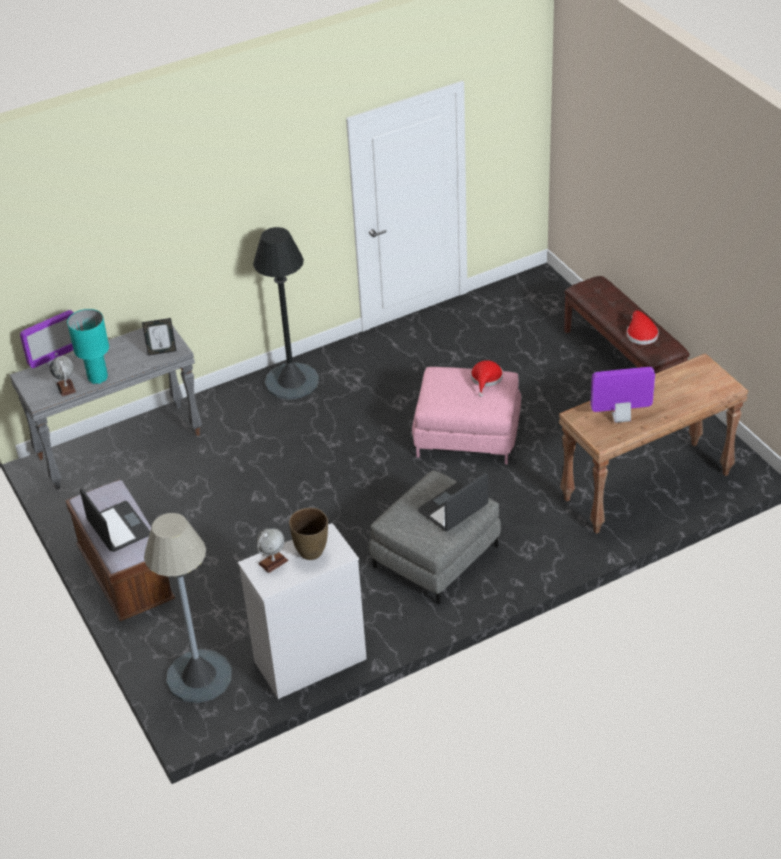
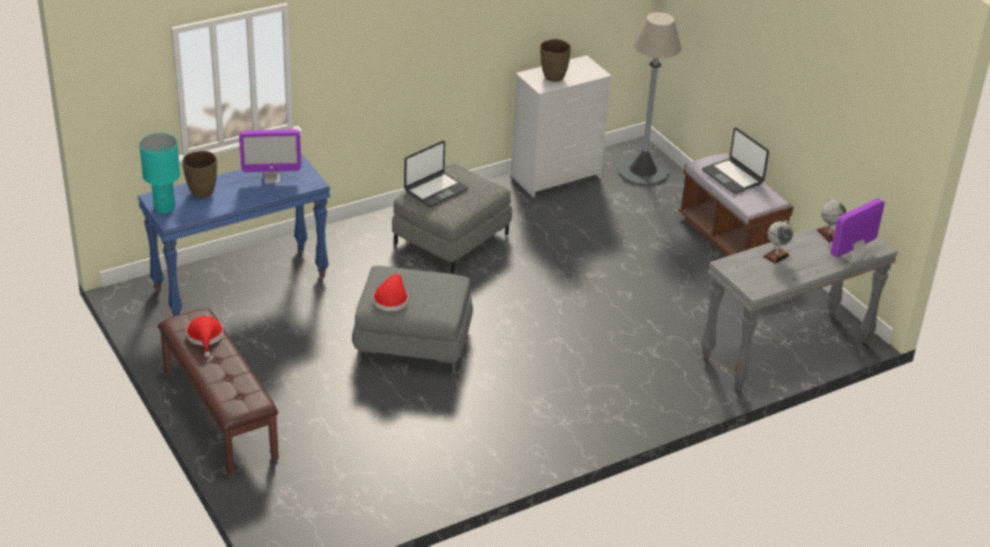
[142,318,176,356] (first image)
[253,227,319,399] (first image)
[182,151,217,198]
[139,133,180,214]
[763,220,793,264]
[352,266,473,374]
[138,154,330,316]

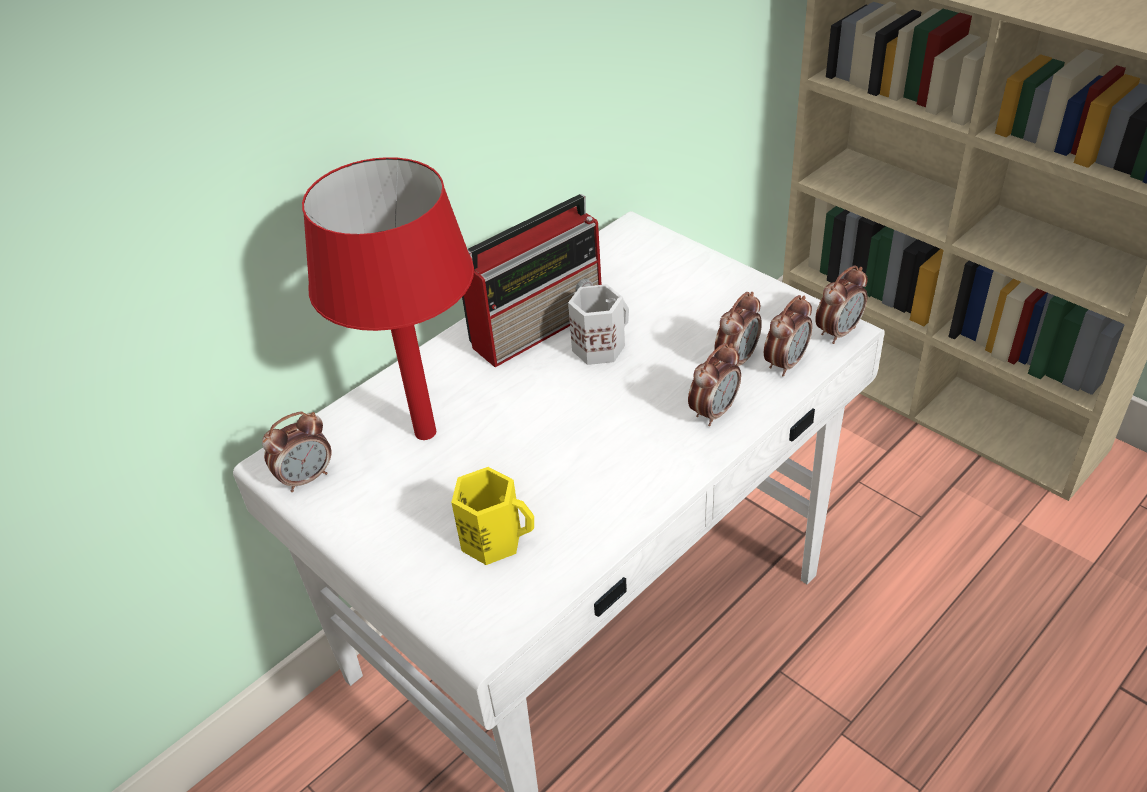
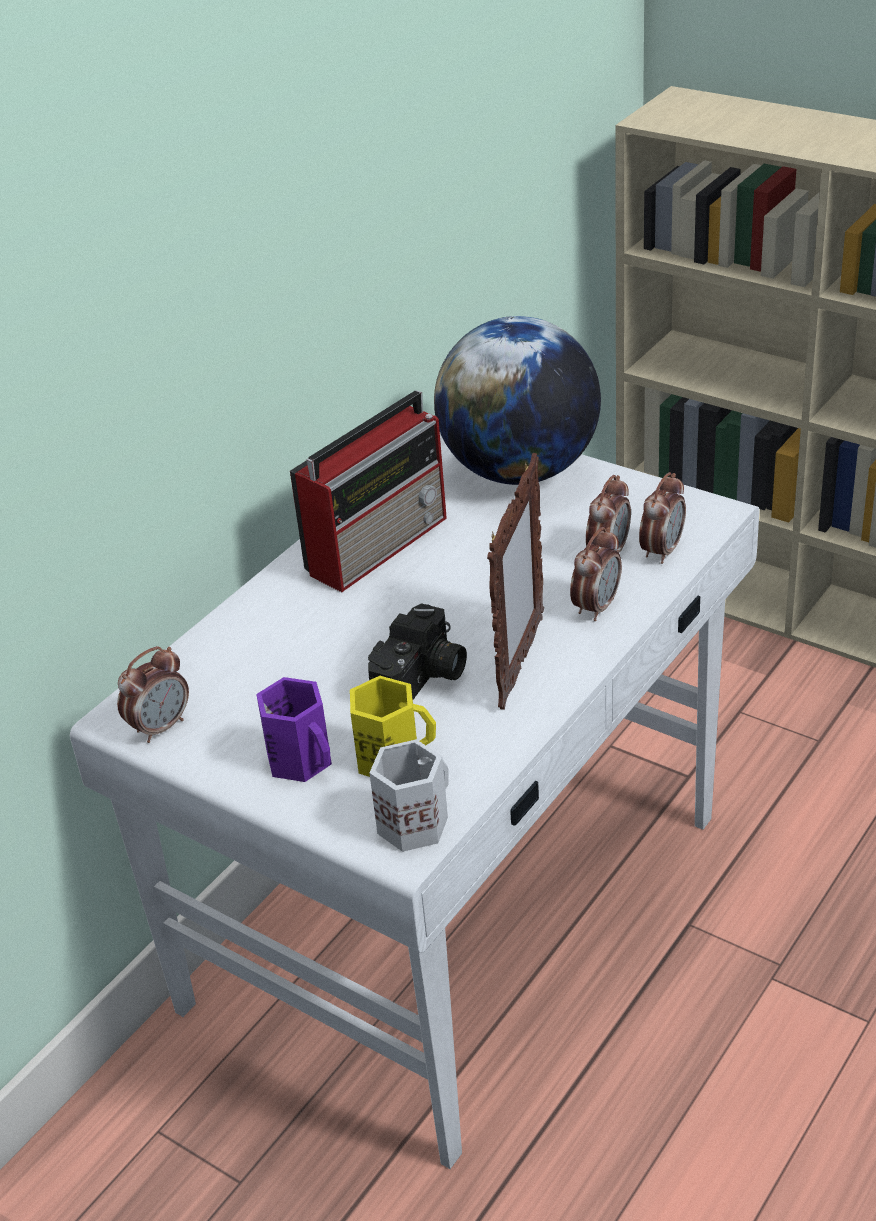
[302,157,474,440] (first image)
[815,265,868,344] (first image)
[256,677,332,782]
[368,603,467,699]
[434,316,601,485]
[487,453,544,710]
[369,739,449,852]

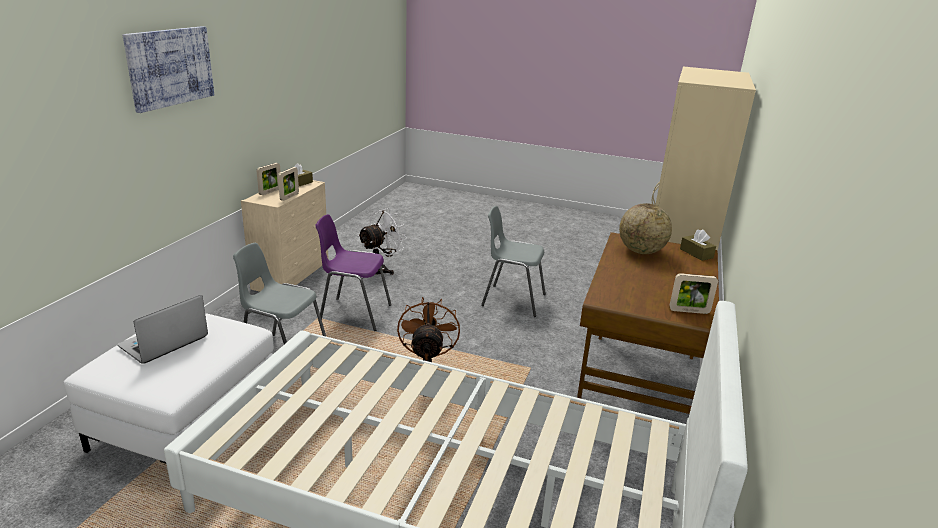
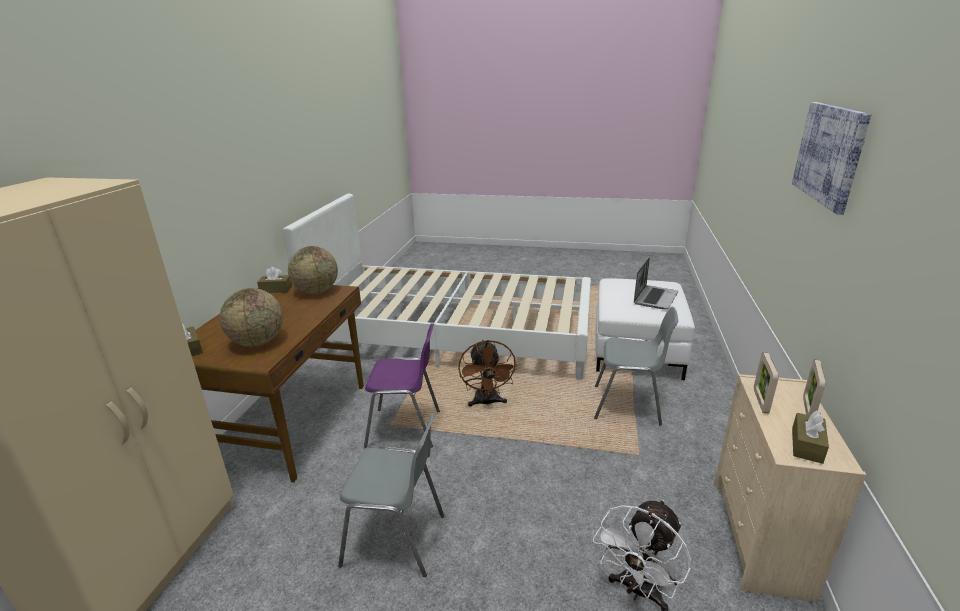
[288,246,338,294]
[364,323,440,448]
[257,267,292,293]

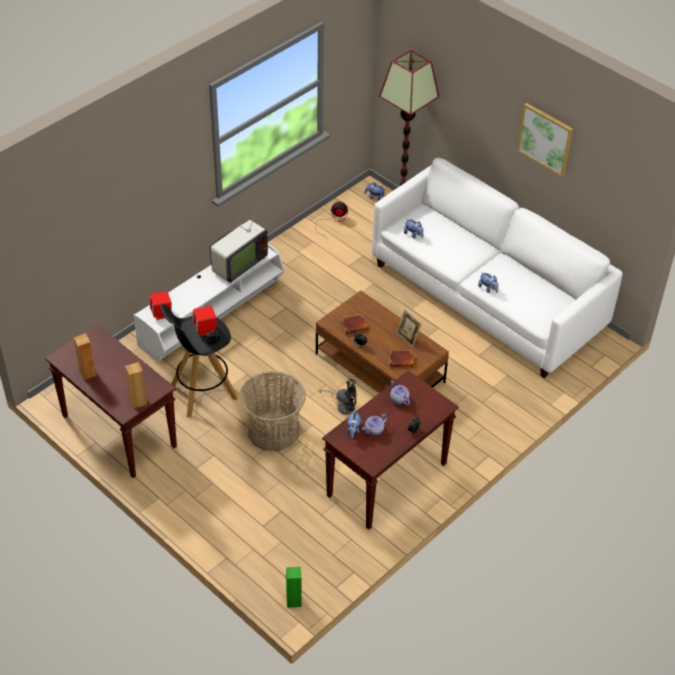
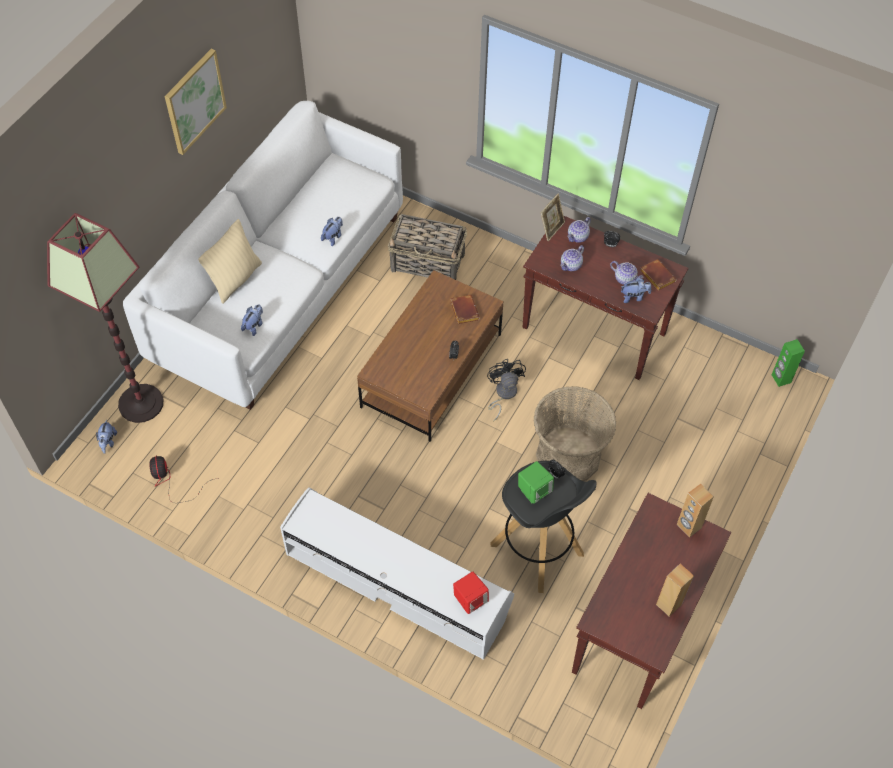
[210,201,268,283] (first image)
[198,219,262,304]
[388,214,467,280]
[568,217,591,243]
[640,259,677,291]
[541,194,565,241]
[518,461,554,504]

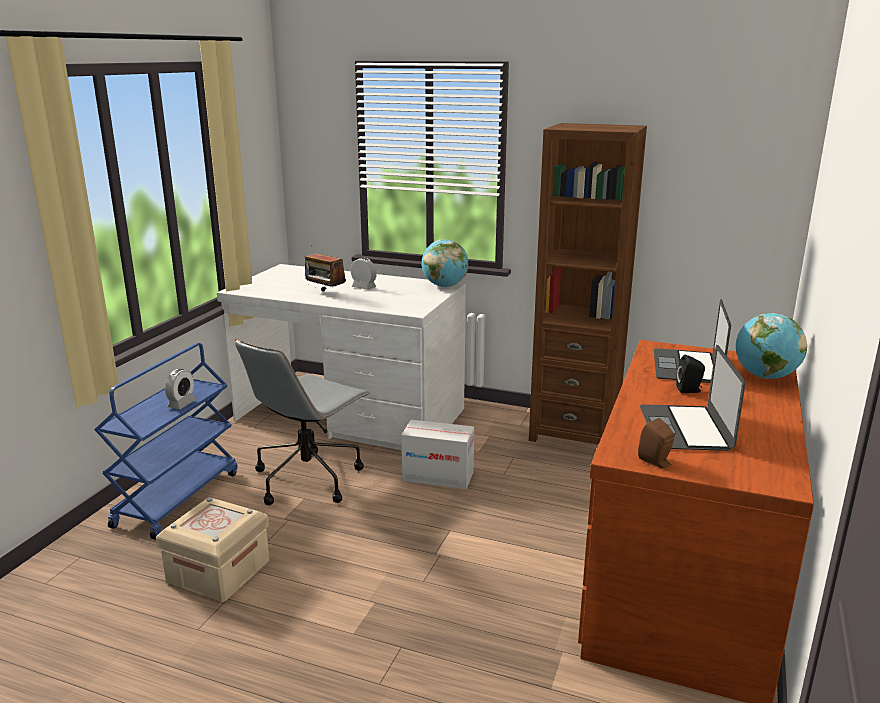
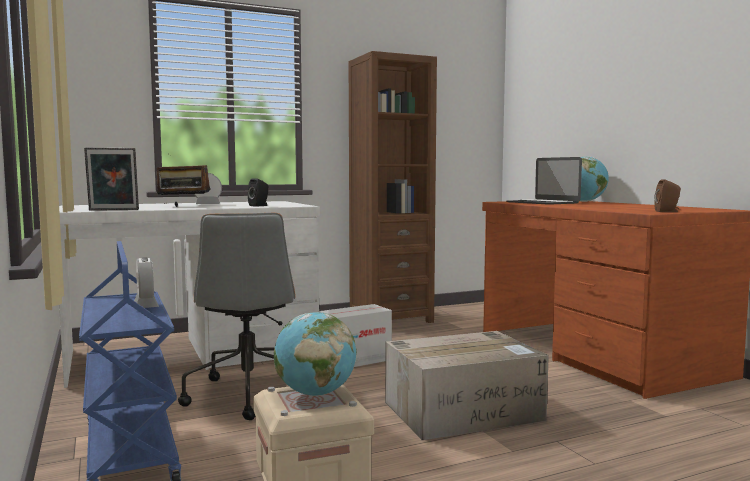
[640,345,745,451] (first image)
[84,148,139,211]
[385,331,549,440]
[274,312,357,396]
[248,179,268,207]

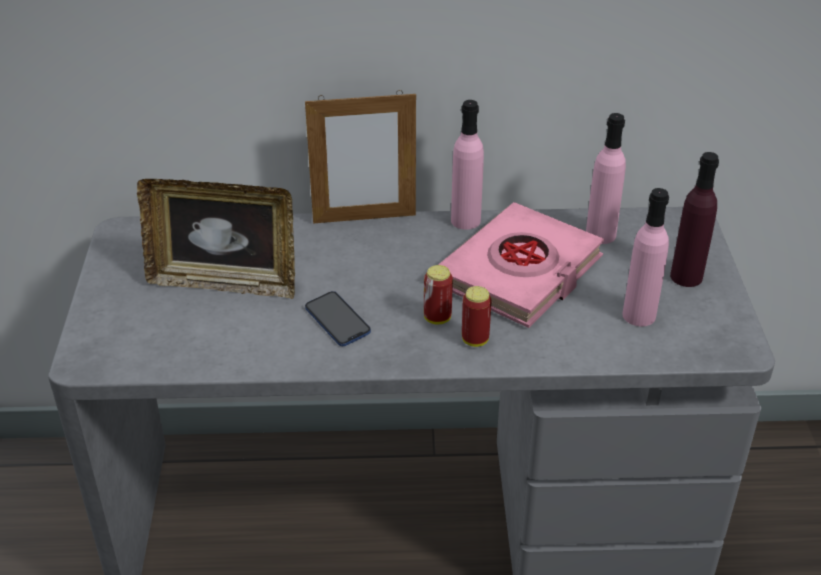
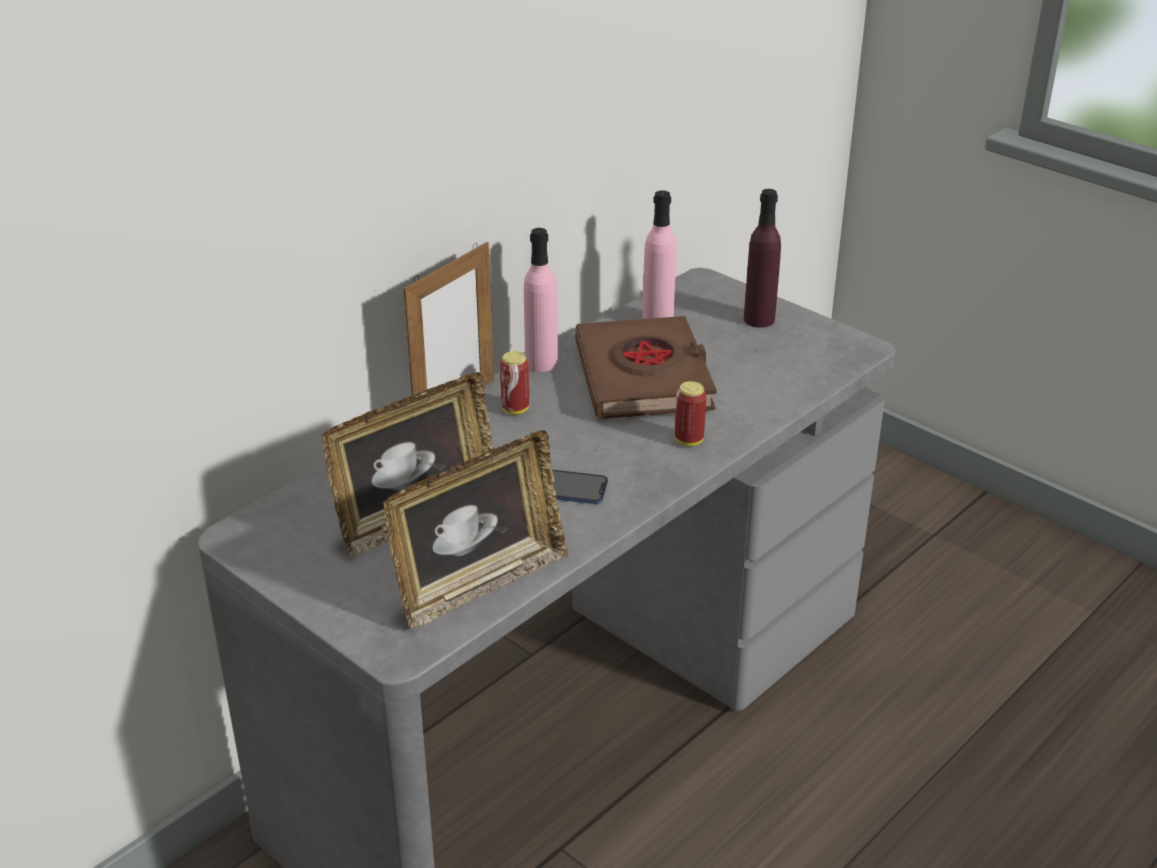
[622,188,669,326] (first image)
[383,430,569,629]
[500,351,529,415]
[575,316,717,419]

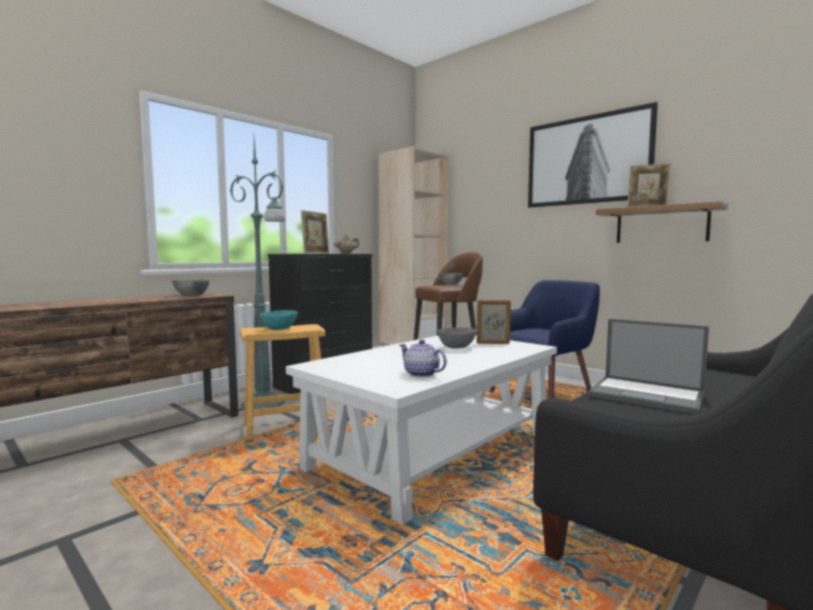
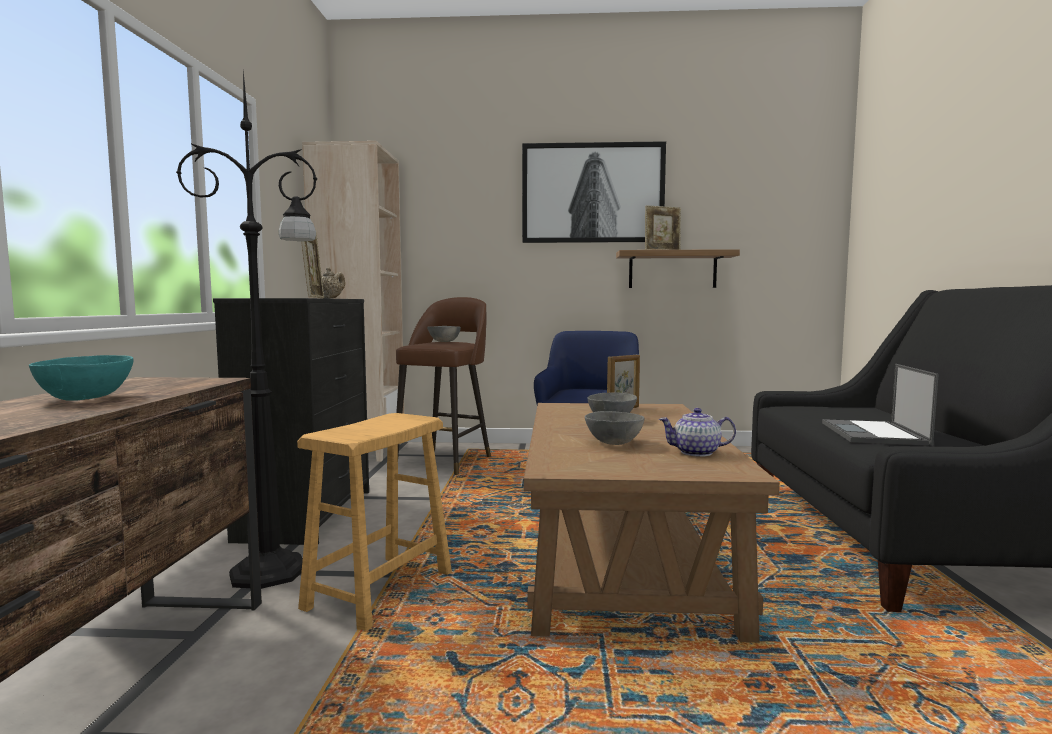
[585,411,645,445]
[29,355,134,401]
[176,70,317,589]
[524,403,780,643]
[822,364,939,446]

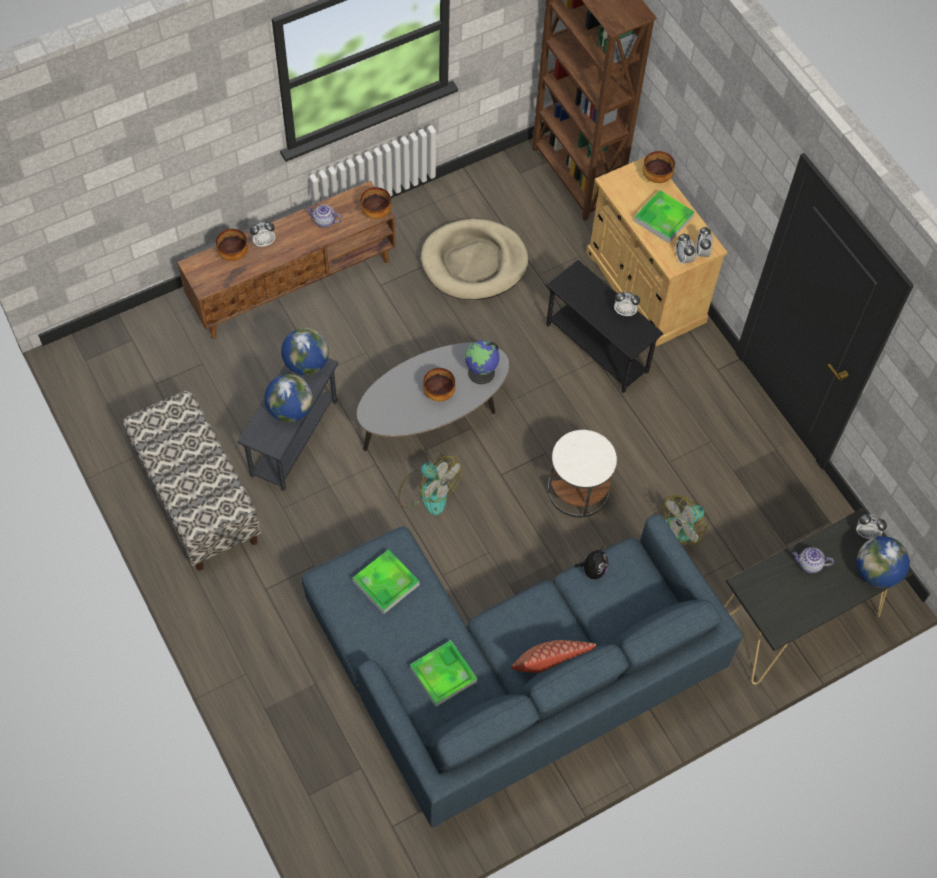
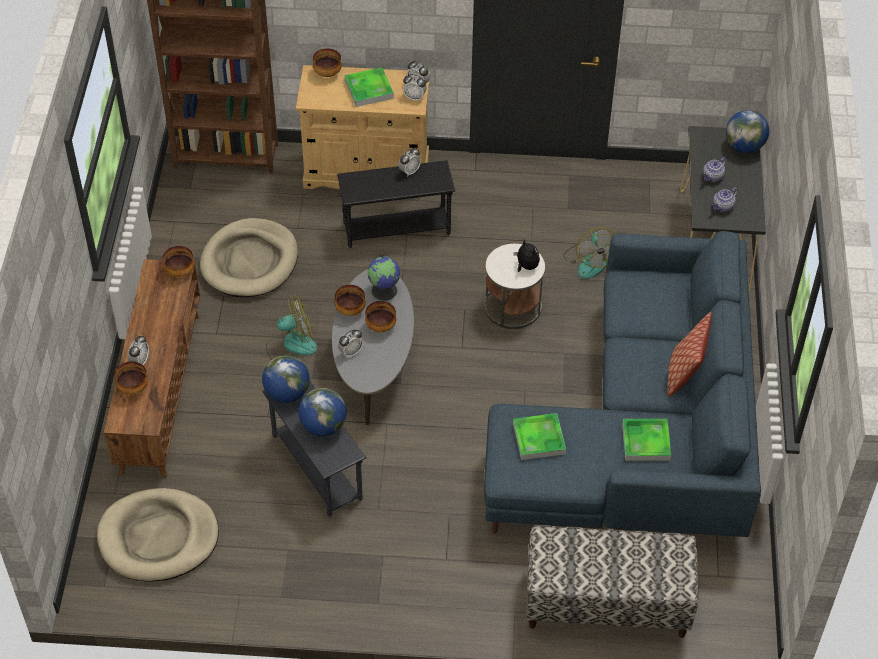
[97,488,219,581]
[335,285,366,316]
[527,526,698,638]
[712,187,738,212]
[266,295,317,360]
[514,239,540,272]
[338,330,363,358]

